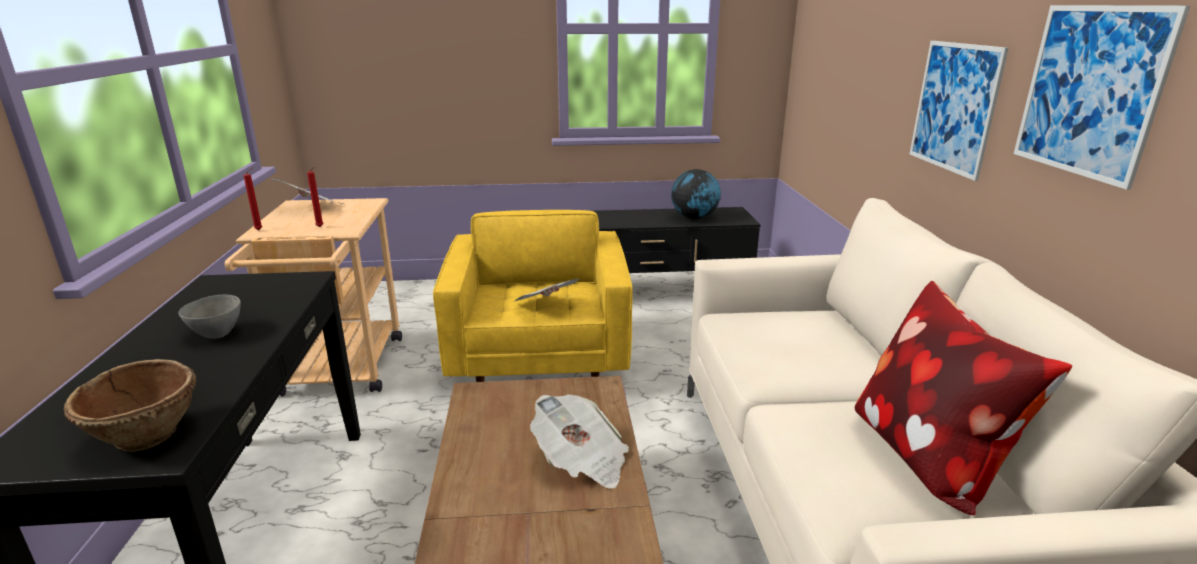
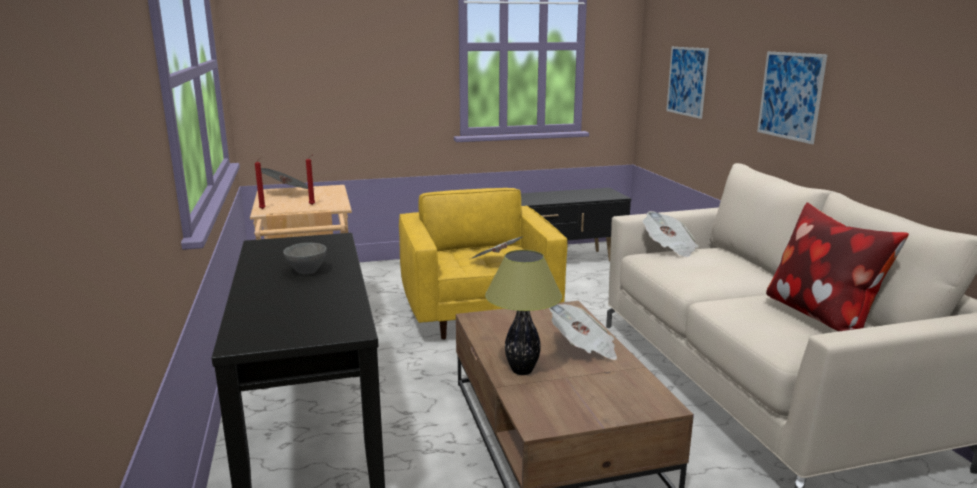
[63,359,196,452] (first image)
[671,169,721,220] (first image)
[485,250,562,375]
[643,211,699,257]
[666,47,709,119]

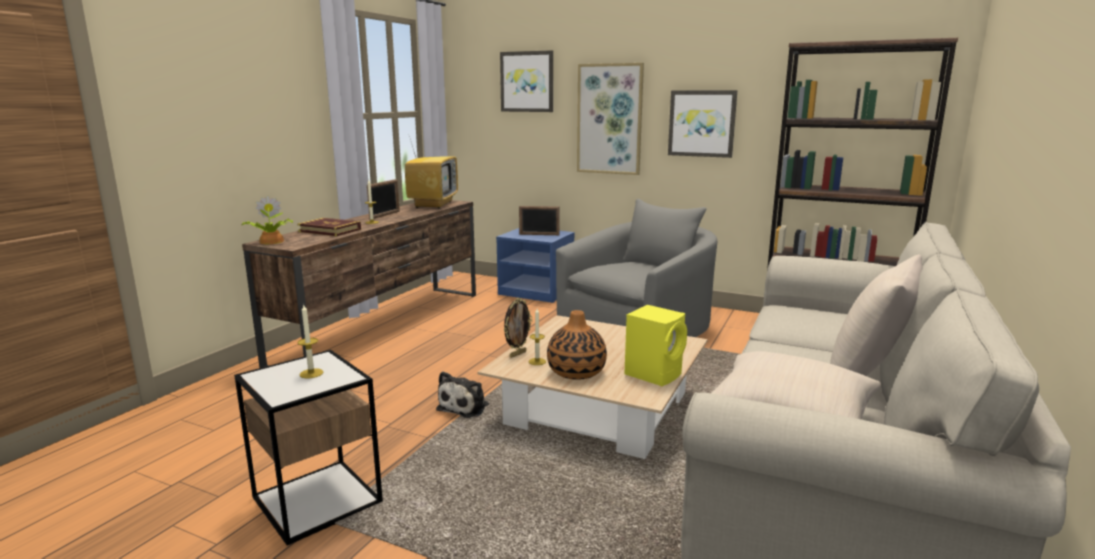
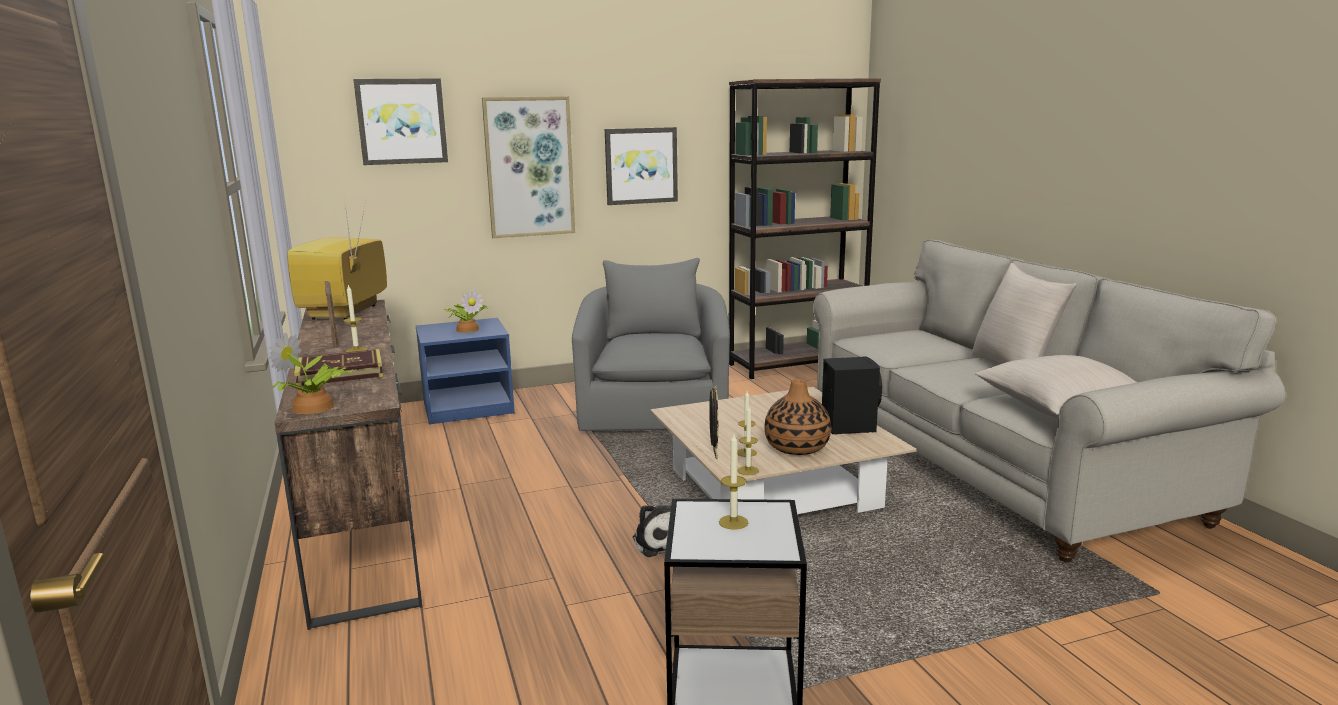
[738,406,759,475]
[444,290,488,333]
[822,356,882,434]
[287,198,387,320]

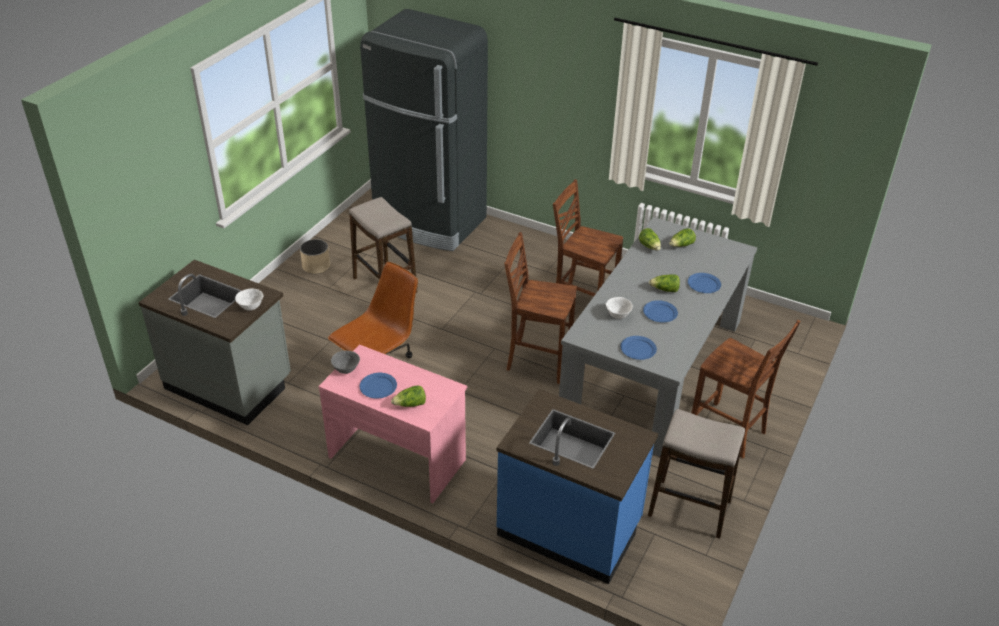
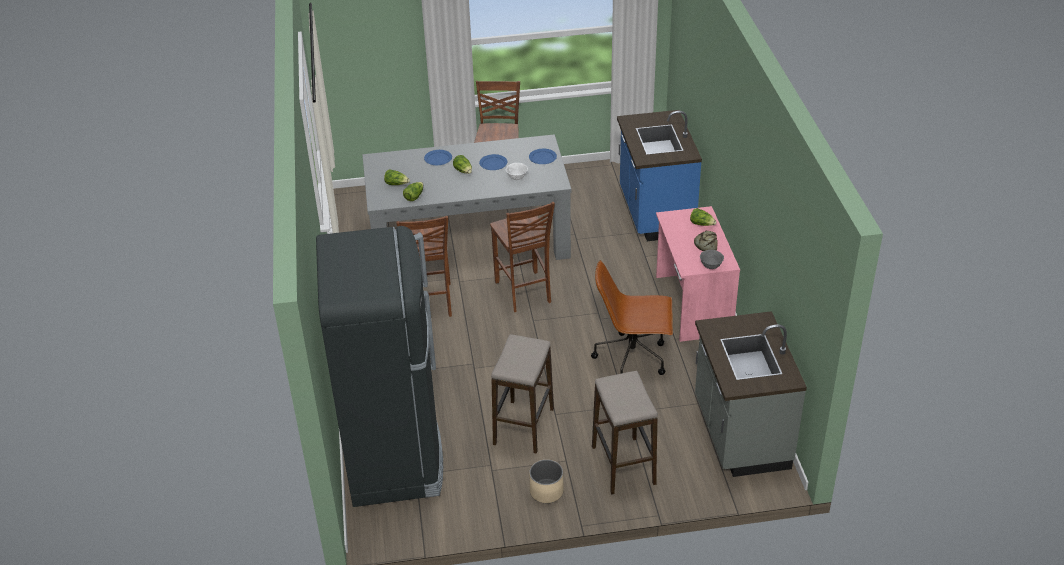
[235,288,263,311] (first image)
[592,371,658,494]
[694,231,717,251]

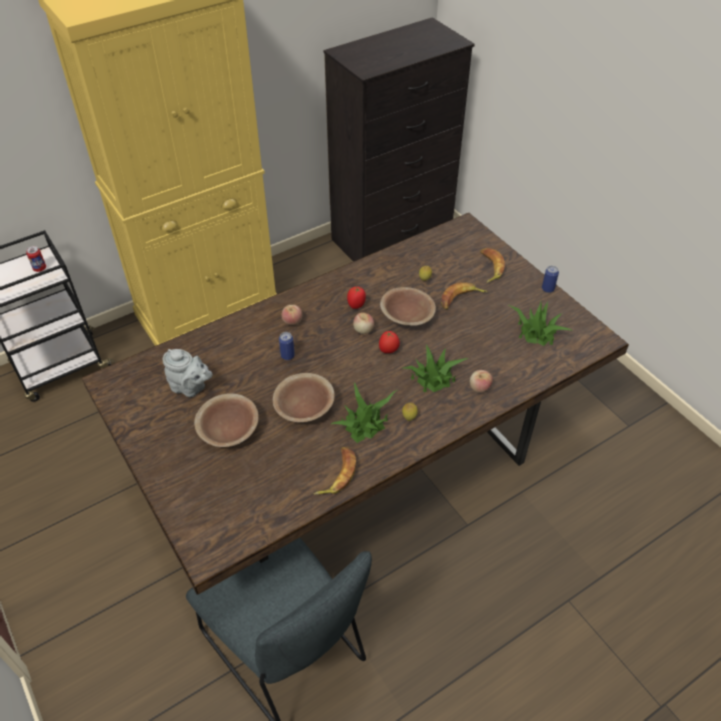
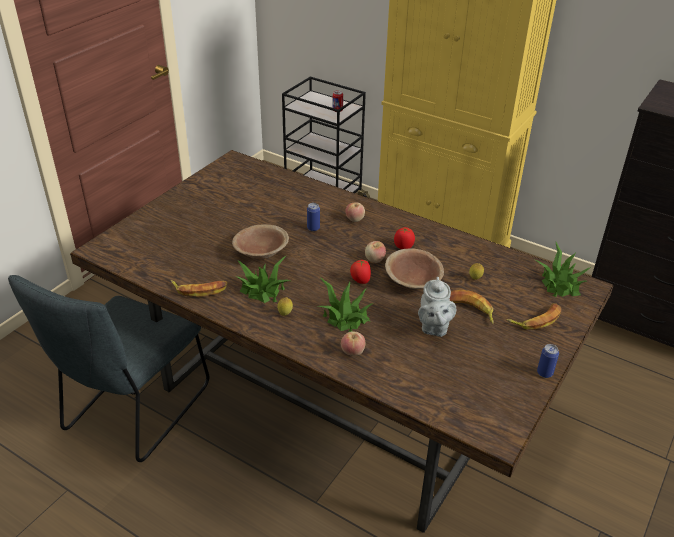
[194,393,259,447] (first image)
[418,277,456,337]
[533,242,591,297]

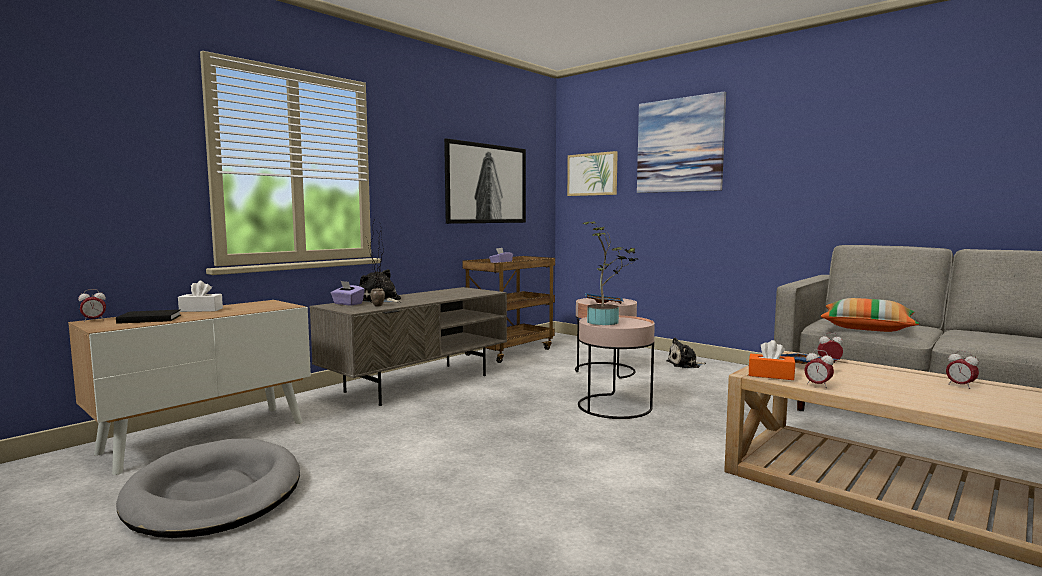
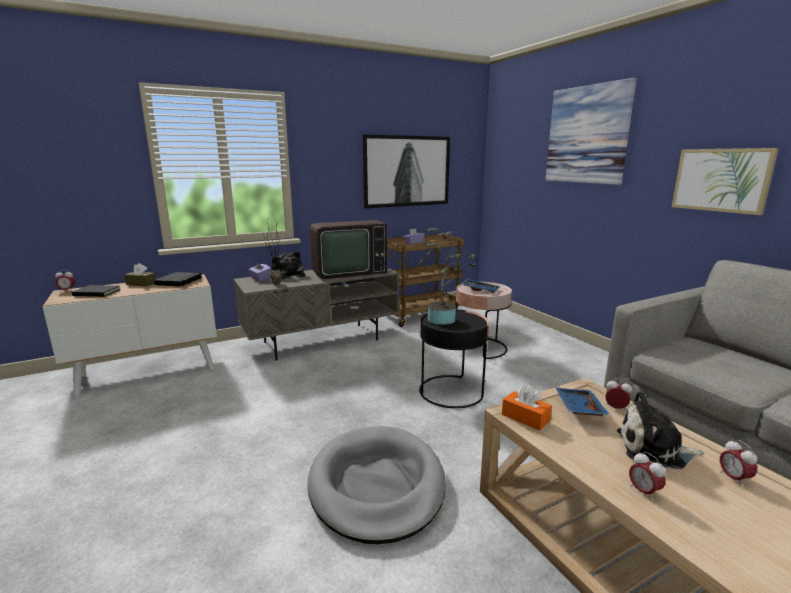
[821,298,919,332] (first image)
[154,272,202,286]
[310,220,387,279]
[308,426,446,544]
[672,148,779,215]
[617,391,704,469]
[629,452,665,501]
[124,263,156,287]
[419,309,489,408]

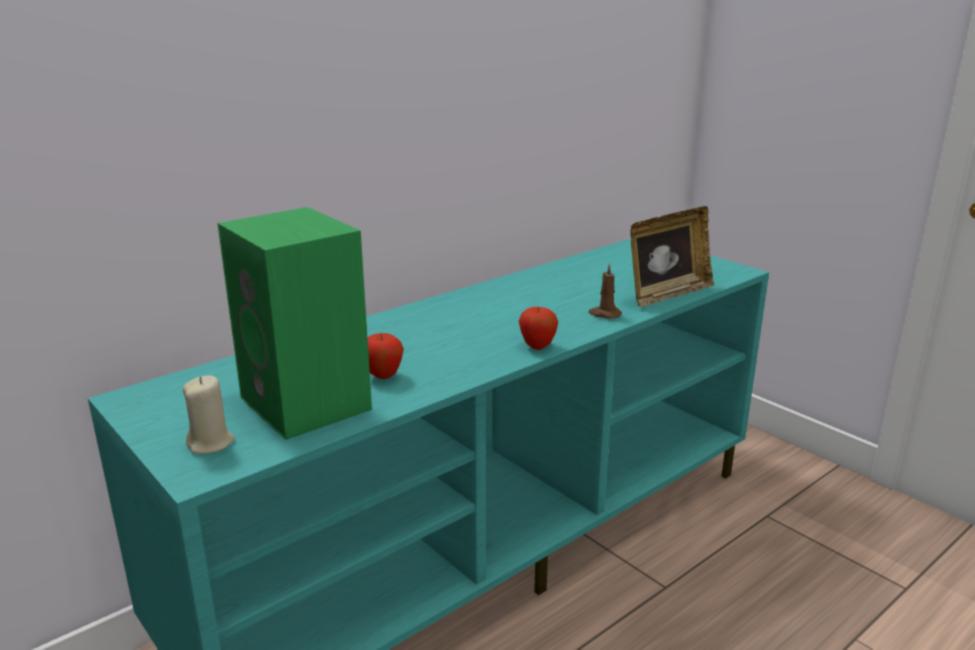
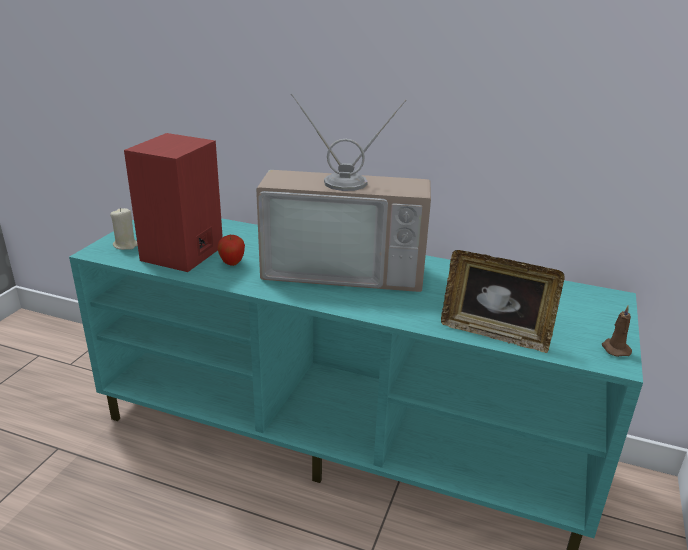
[519,307,558,350] (first image)
[256,94,431,292]
[602,306,632,357]
[124,133,223,272]

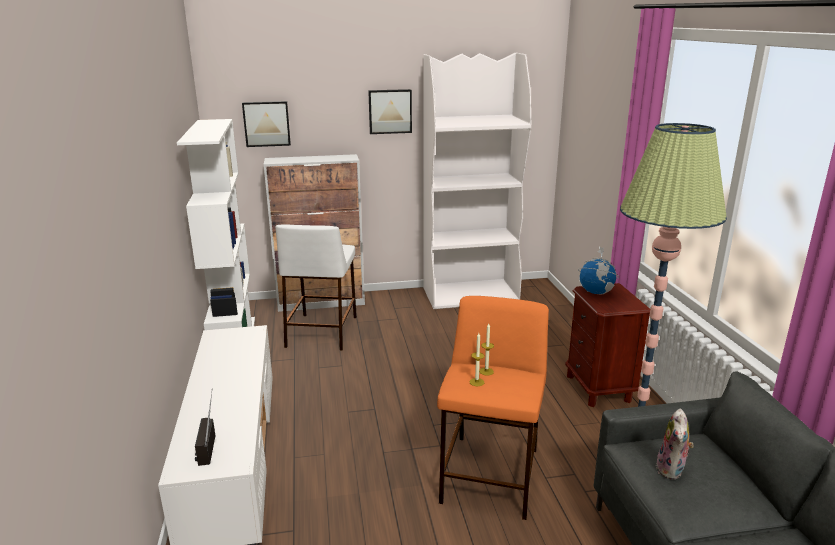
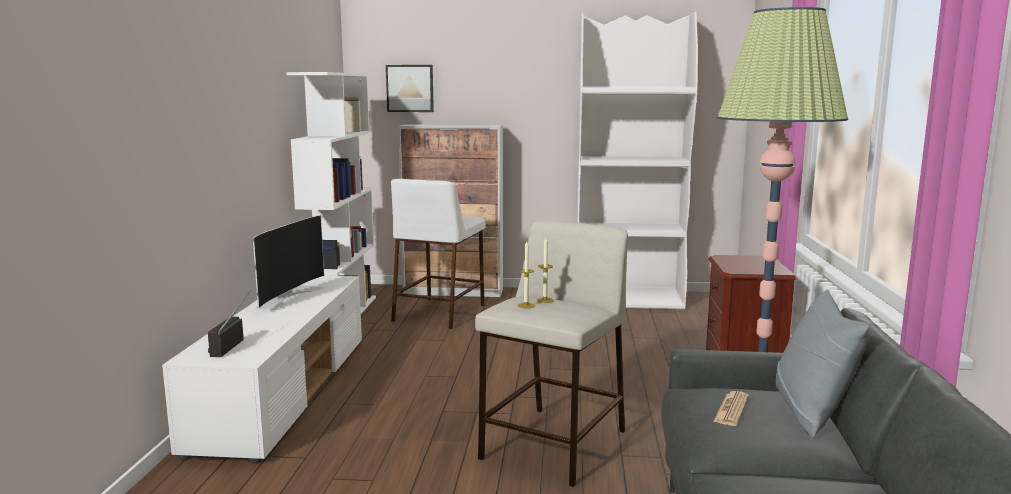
[368,89,412,134] (first image)
[578,247,619,295] (first image)
[253,215,324,310]
[776,289,869,439]
[713,391,749,426]
[475,220,628,487]

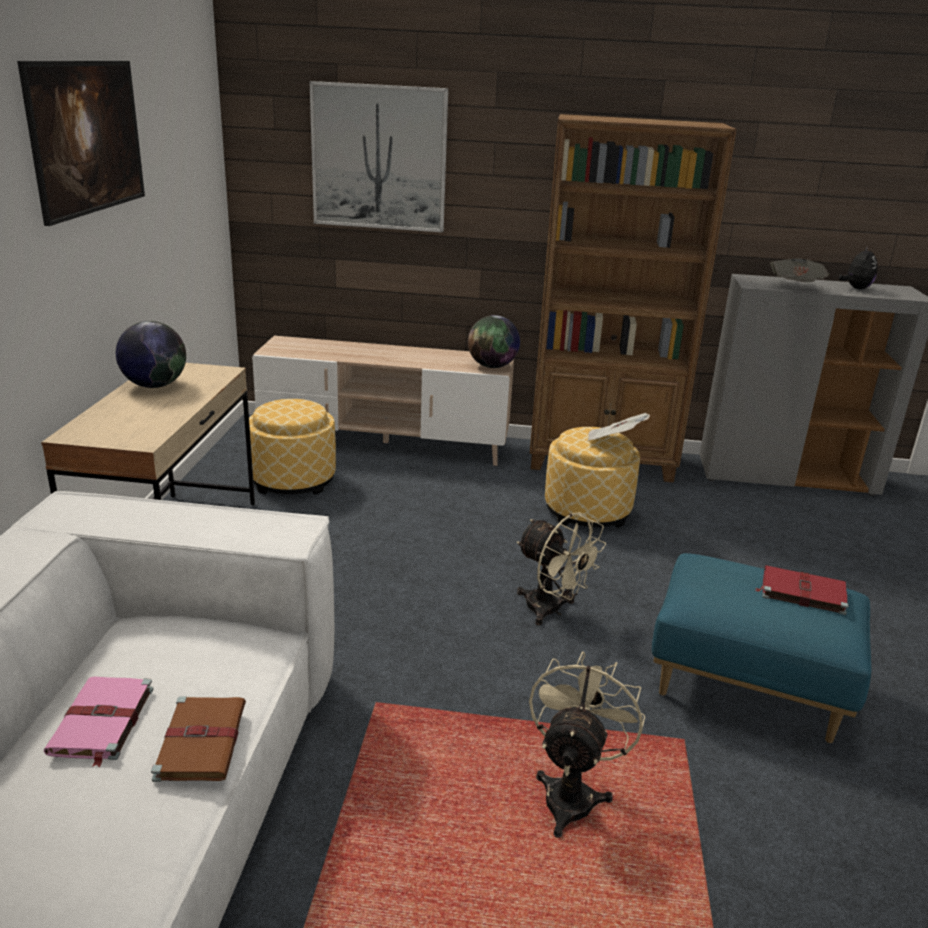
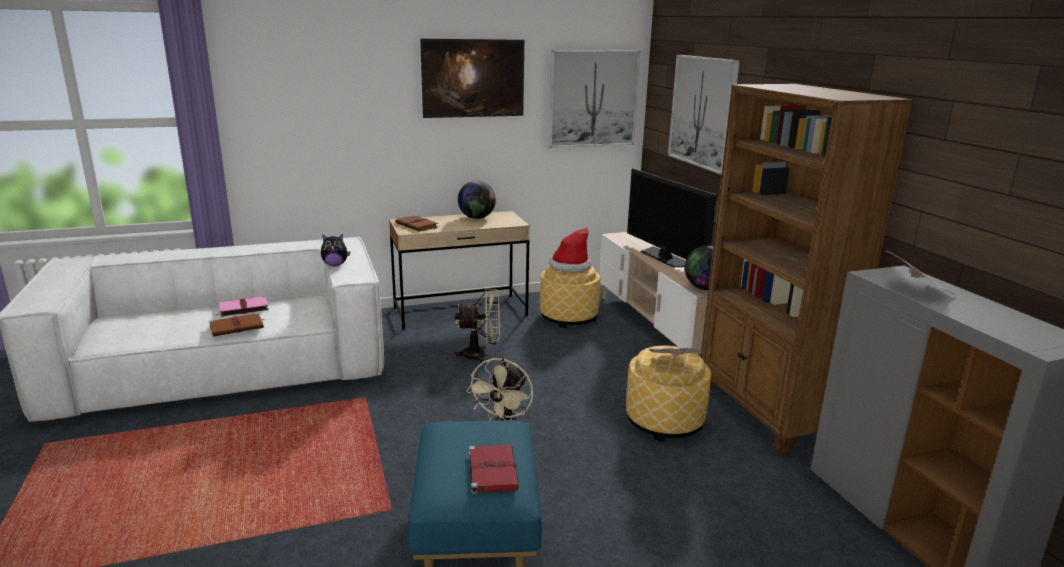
[395,215,439,231]
[548,50,640,148]
[549,228,592,273]
[627,168,717,267]
[453,289,500,364]
[321,234,350,266]

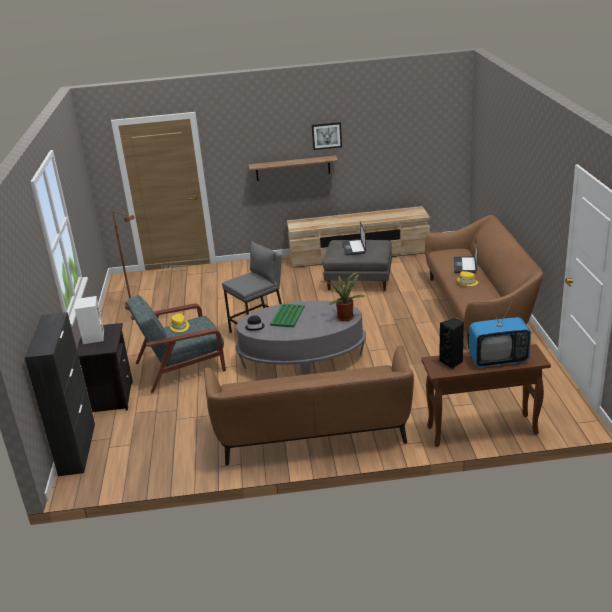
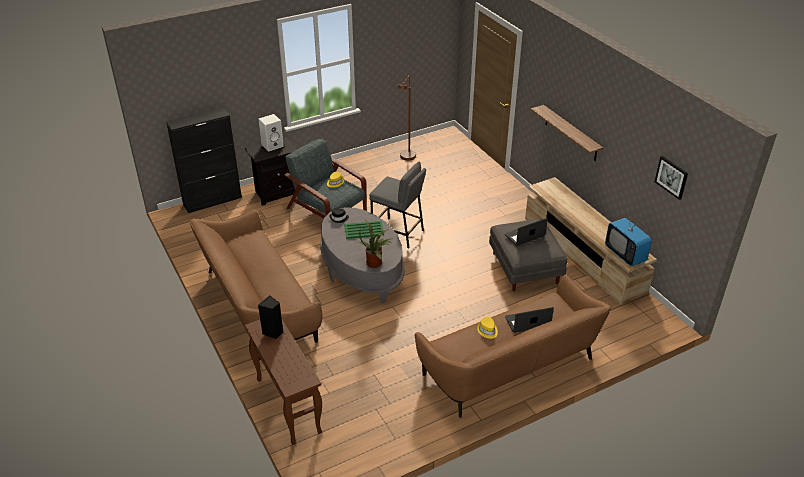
[655,156,688,200]
[605,211,652,266]

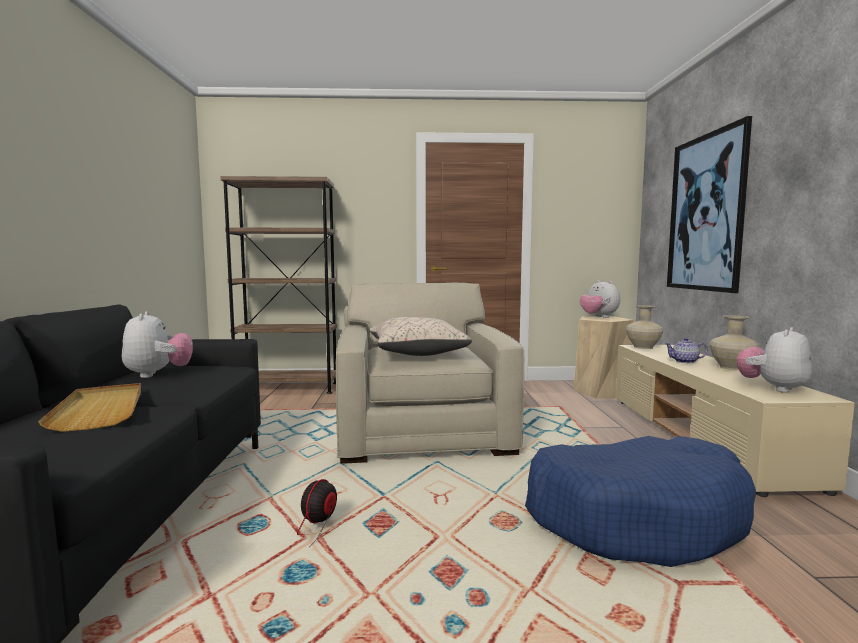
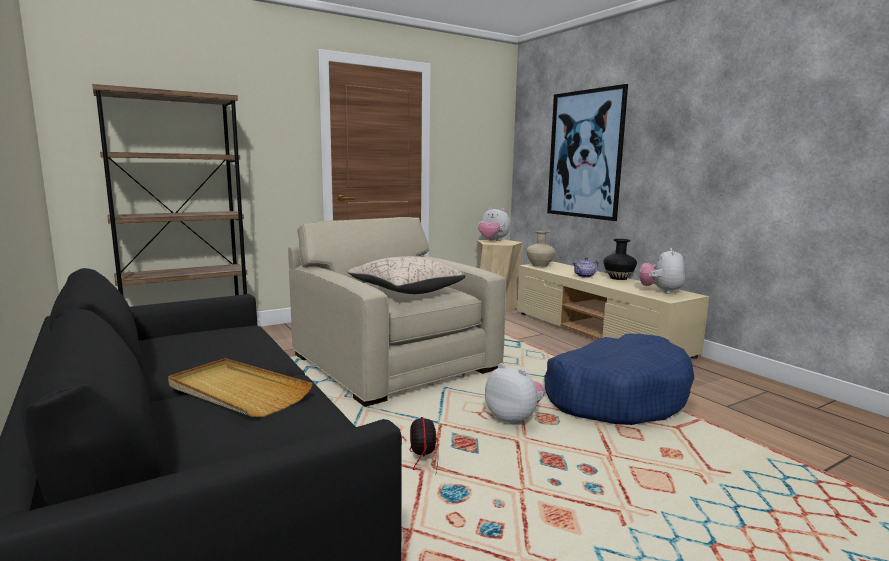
[485,363,545,425]
[603,239,637,280]

